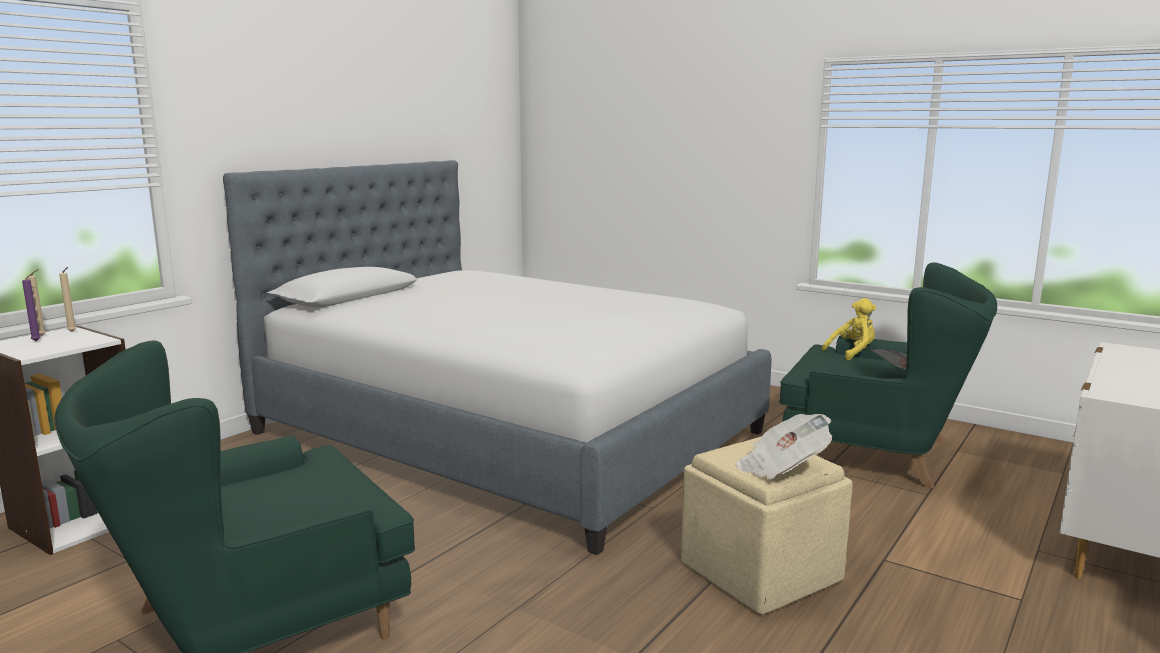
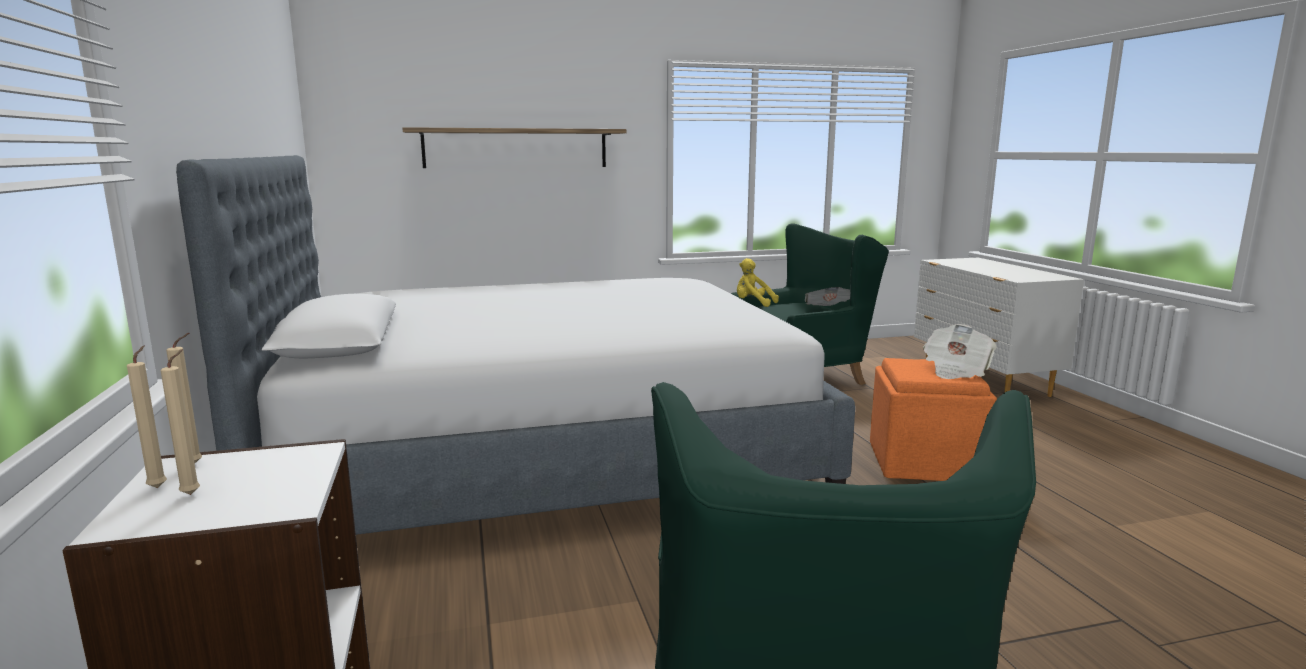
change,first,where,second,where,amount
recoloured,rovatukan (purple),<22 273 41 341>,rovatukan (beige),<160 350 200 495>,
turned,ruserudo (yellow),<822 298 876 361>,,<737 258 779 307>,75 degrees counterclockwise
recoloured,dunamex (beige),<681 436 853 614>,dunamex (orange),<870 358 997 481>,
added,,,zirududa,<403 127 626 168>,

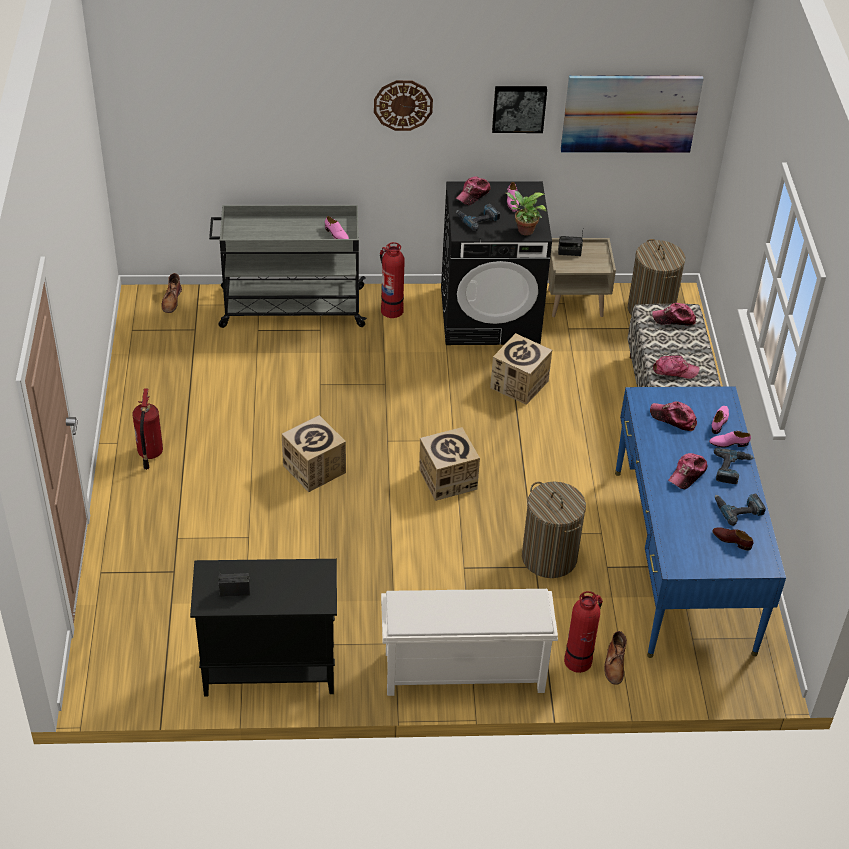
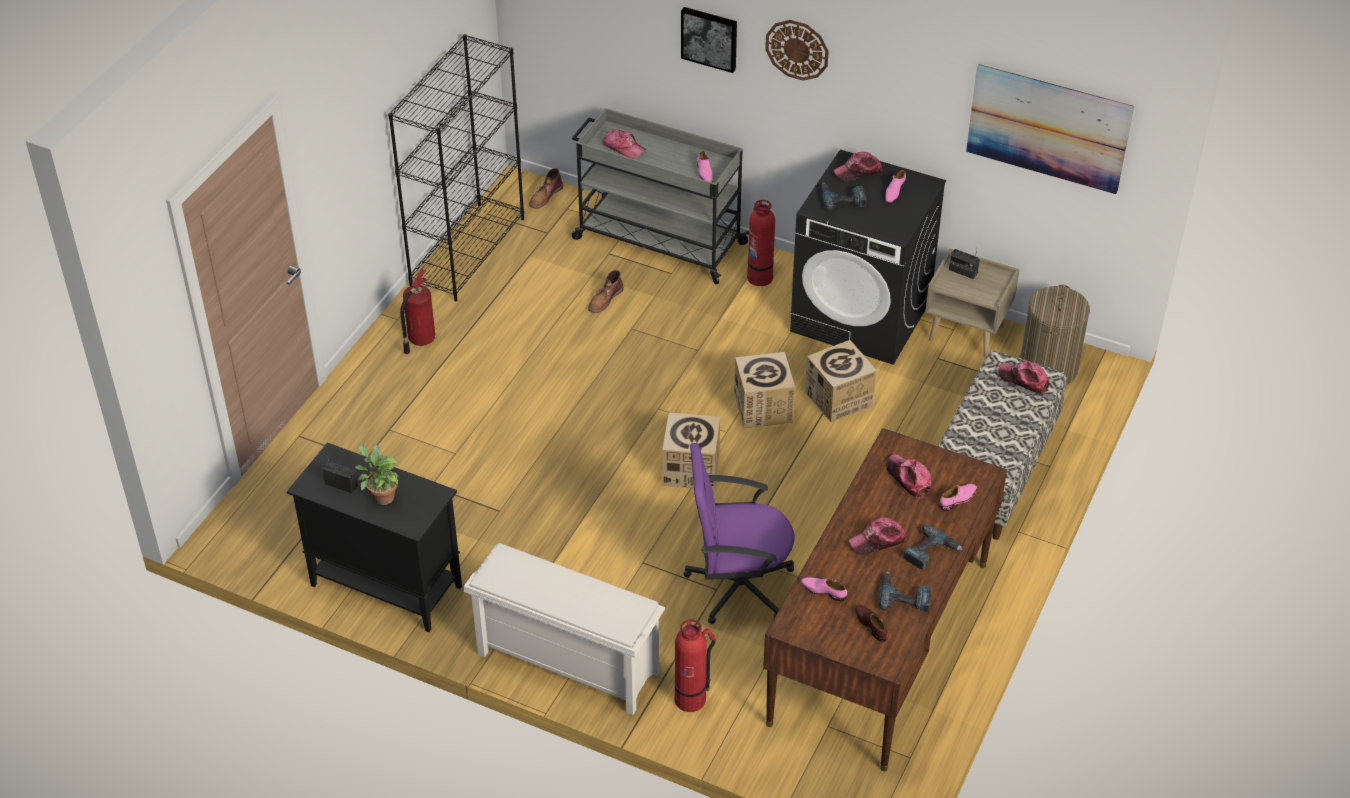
change,first,where,second,where,amount
moved,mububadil,<492 86 547 133>,,<681 7 737 73>,
moved,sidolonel,<506 191 547 236>,,<355 444 400 505>,
moved,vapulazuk,<653 355 699 379>,,<602 129 646 159>,
recoloured,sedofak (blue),<615 386 786 658>,sedofak (brown),<763 428 1007 771>,
moved,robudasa,<282 415 346 492>,,<734 352 795 428>,
moved,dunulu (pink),<709 431 751 448>,,<801 577 847 602>,
replaced,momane,<522 482 586 578>,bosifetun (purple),<683 443 794 624>,
moved,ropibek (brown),<604 631 627 685>,,<588 270 624 313>,
added,,,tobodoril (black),<388 34 524 301>,

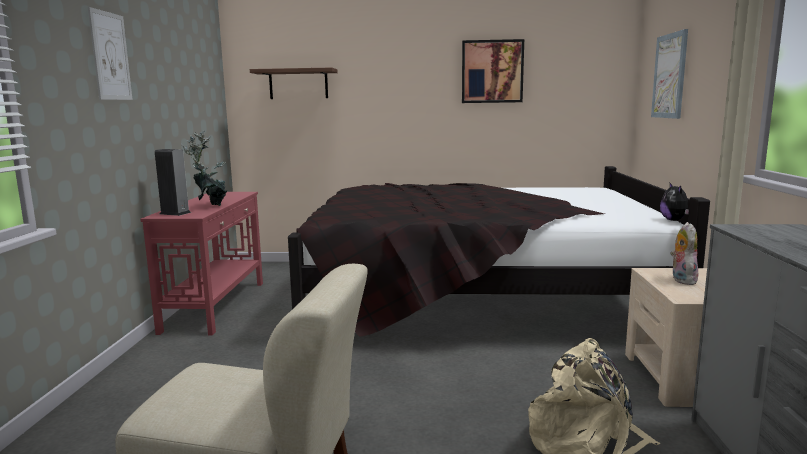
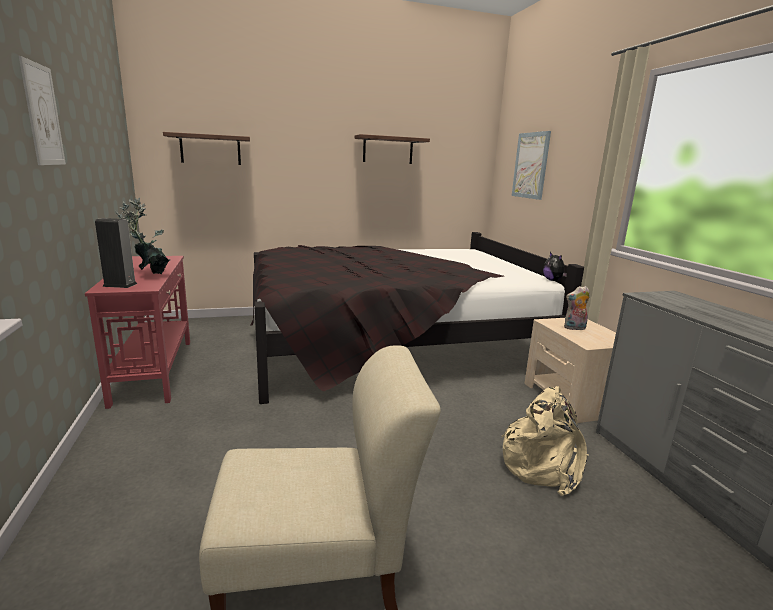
change,first,where,second,where,amount
replaced,mububadil,<462 39 524 103>,zirududa,<355 134 430 164>,
turned,ruserudo,<670 222 698 285>,,<564 286 590 330>,90 degrees counterclockwise

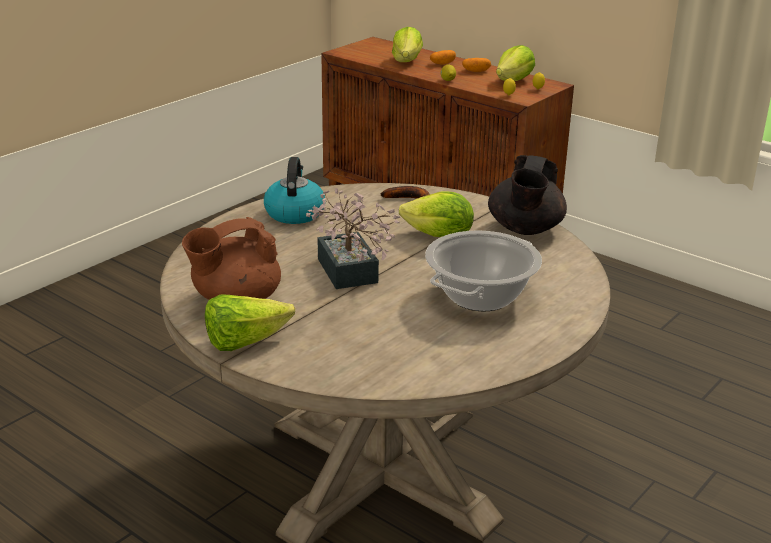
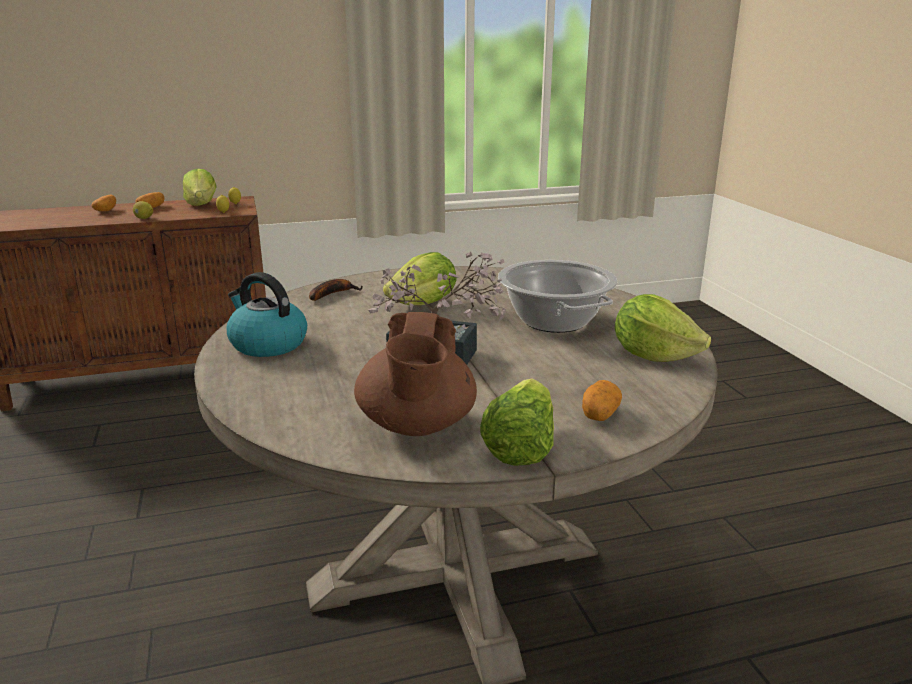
change,first,where,second,where,amount
moved,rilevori,<392 27 423 62>,,<615 294 711 362>,
removed,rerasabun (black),<488 155 567 235>,,,
added,,,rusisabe,<582 380 622 421>,

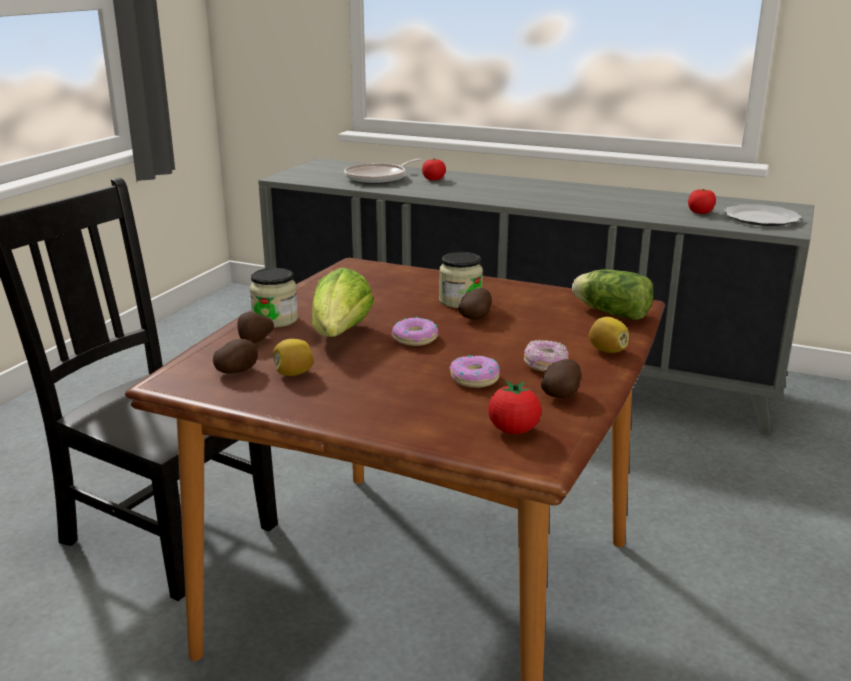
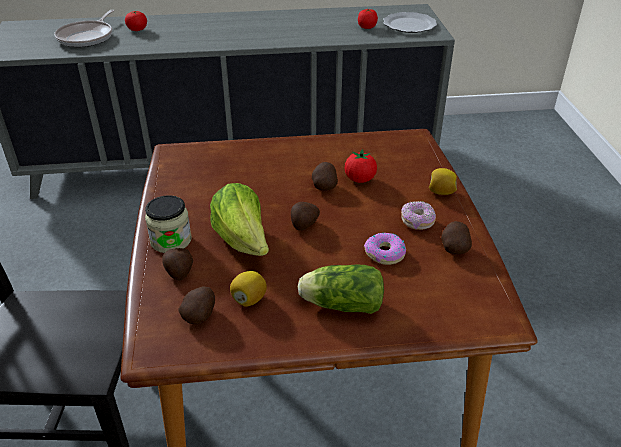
change,first,where,second,where,amount
removed,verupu,<439 252 483 308>,,,
moved,rilevori,<572 270 654 320>,,<298 265 384 314>,
replaced,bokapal,<392 317 438 346>,rusisabe,<291 202 320 231>,
moved,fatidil,<488 380 542 434>,,<345 149 377 183>,

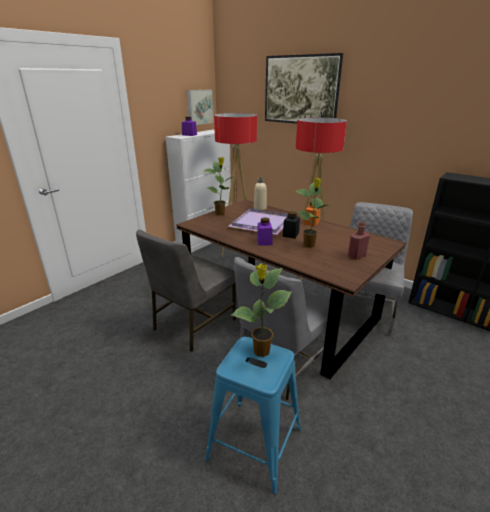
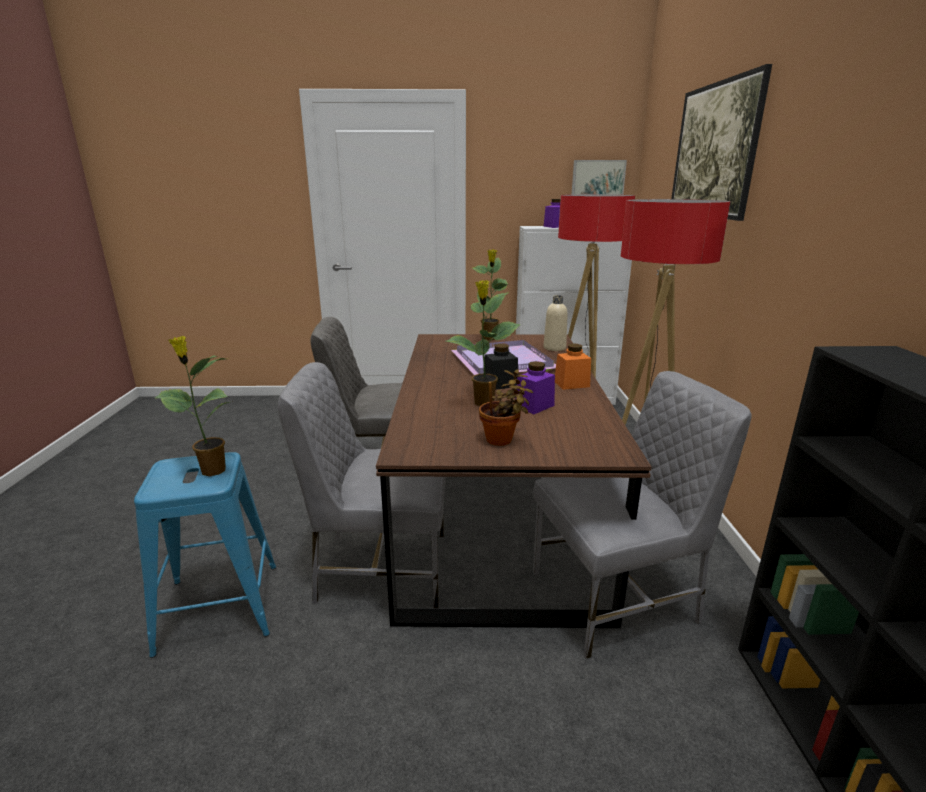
change,first,where,second,where,amount
moved,verupu (purple),<257 217 272 246>,,<515 361 555 414>,
replaced,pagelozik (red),<348 222 370 260>,sidolonel,<479 370 533 446>,

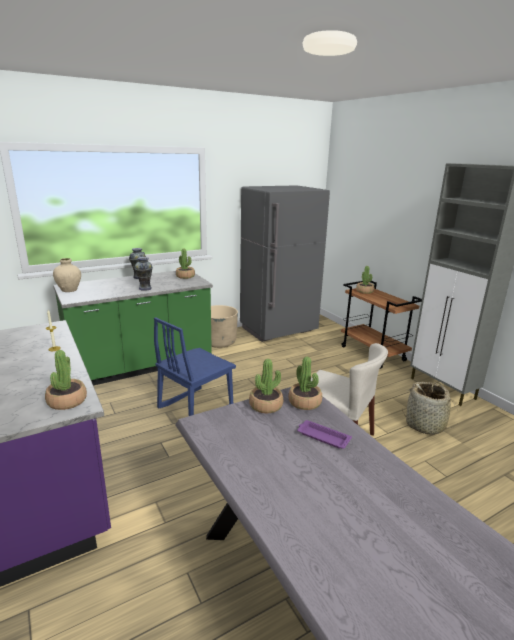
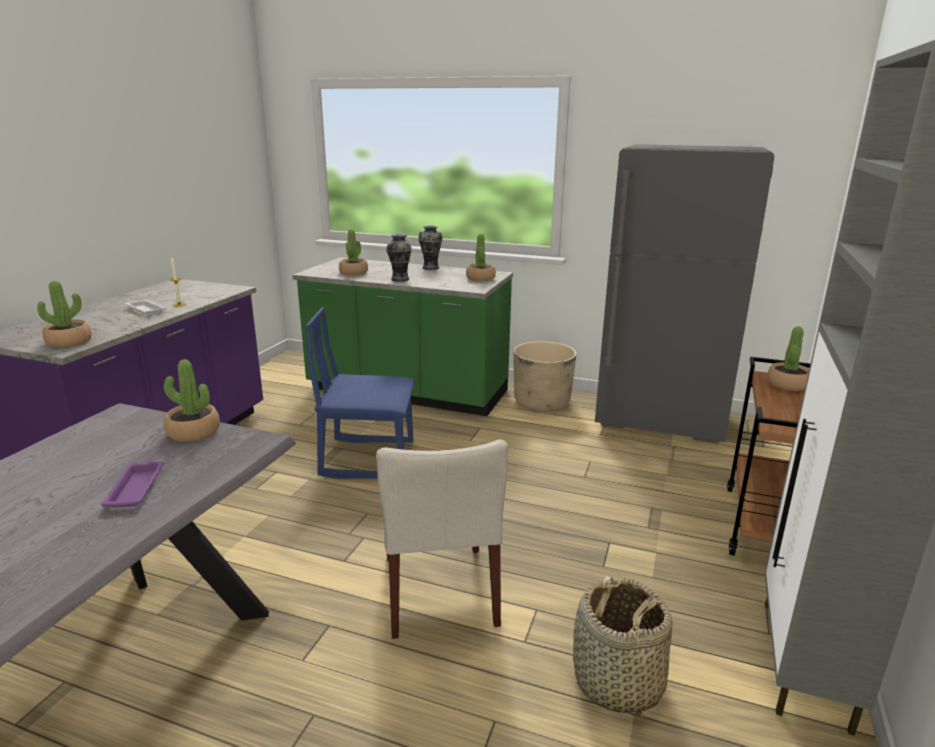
change,first,where,second,where,amount
removed,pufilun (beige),<53 258 81 292>,,,
moved,sidolonel,<288 357 322 410>,,<339 229 368 276>,
added,,,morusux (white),<125 300 166 315>,

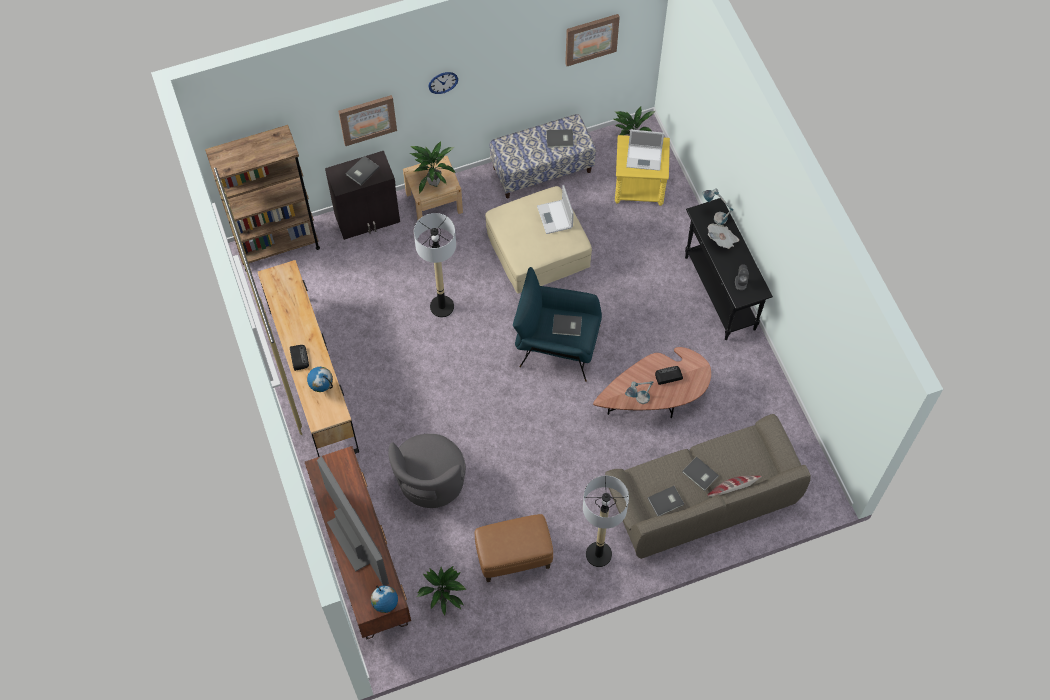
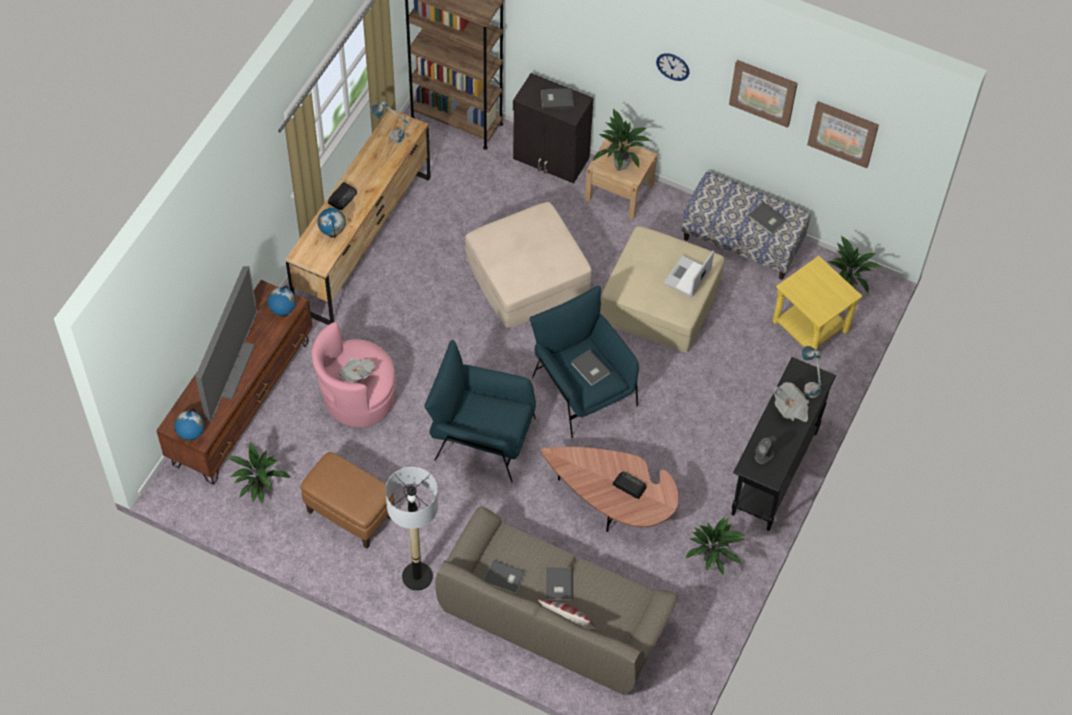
change,first,where,second,where,amount
moved,mububadil,<338 95 397 146>,,<729 60 798 128>,
removed,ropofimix,<626 129 664 171>,,,
replaced,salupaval,<414 213 456 317>,dunamex (beige),<465 202 592 328>,
moved,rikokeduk,<625 381 653 404>,,<370 101 408 143>,
recoloured,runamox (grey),<388 434 466 508>,runamox (pink),<311 322 396 427>,
added,,,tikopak,<267 286 296 317>,
added,,,runamox (blue),<424 340 536 483>,
added,,,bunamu,<337 358 375 382>,
added,,,sidolonel,<685 516 745 576>,

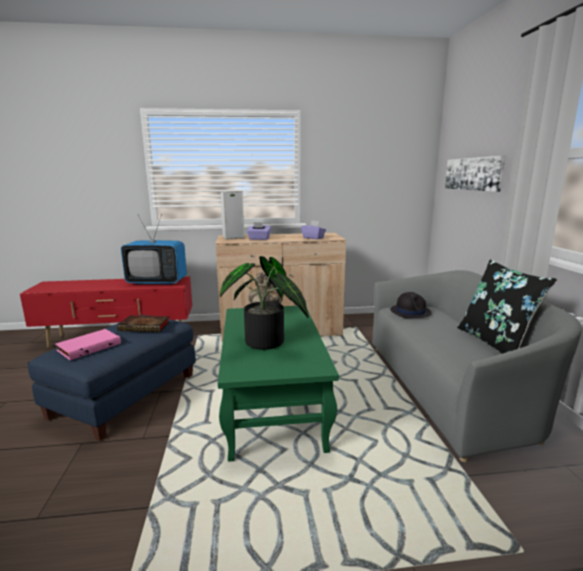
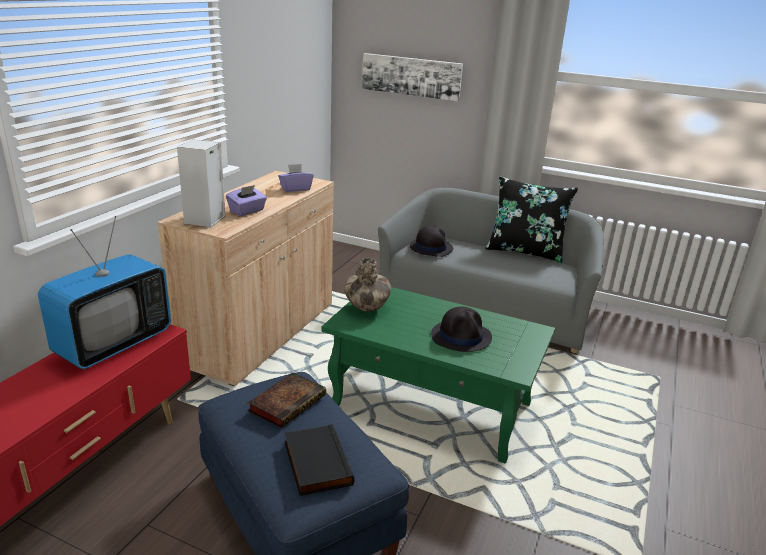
change,first,where,second,where,amount
replaced,sidolonel,<220 256 309 350>,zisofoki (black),<431 307 492 352>,
recoloured,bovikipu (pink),<55 329 121 360>,bovikipu (black),<284 424 354 496>,

